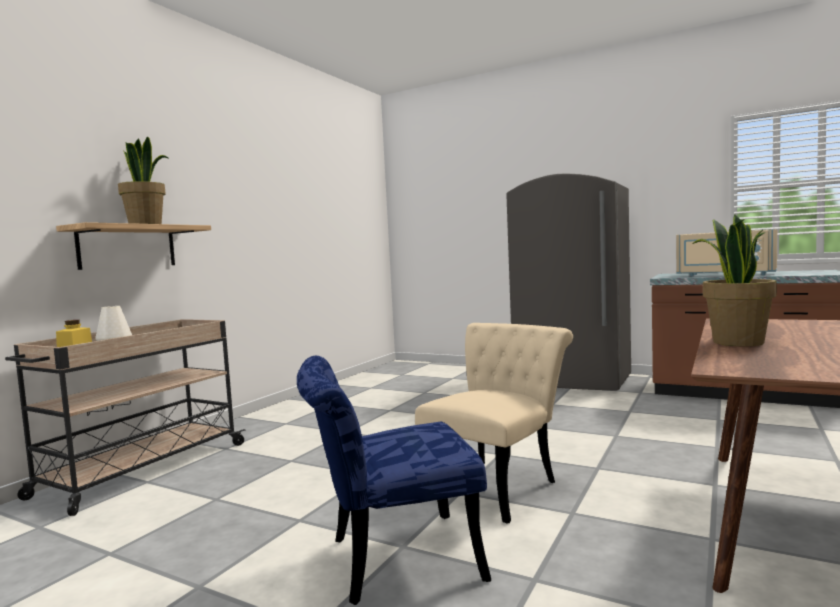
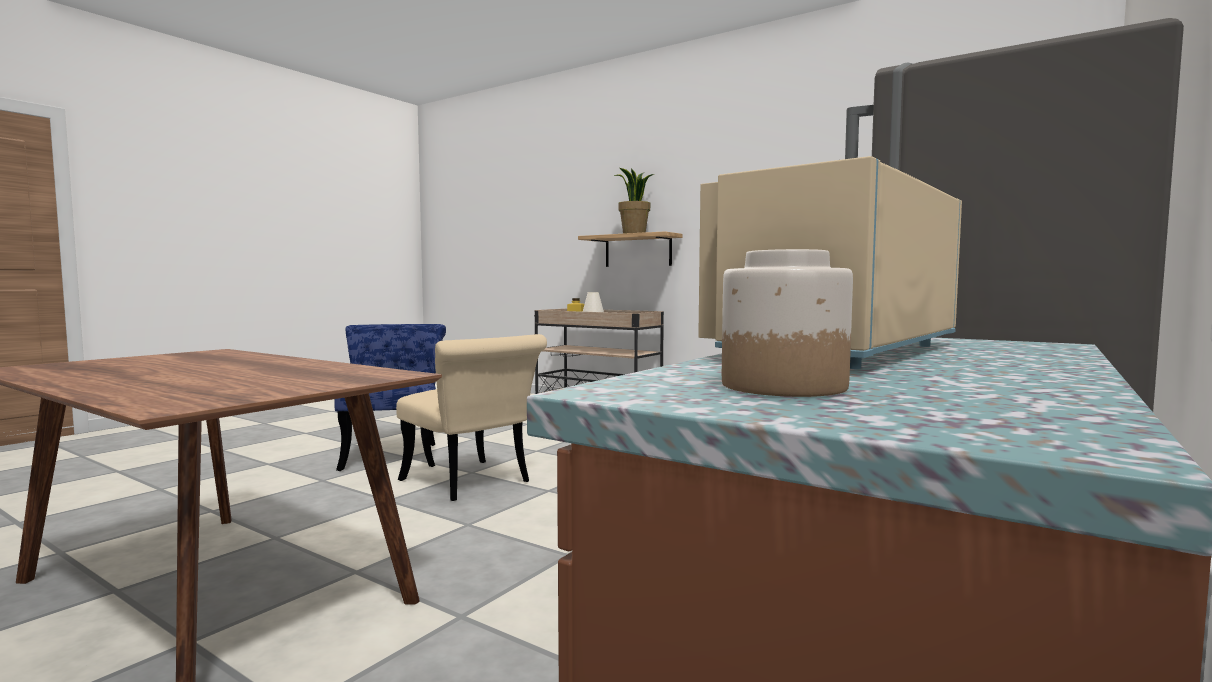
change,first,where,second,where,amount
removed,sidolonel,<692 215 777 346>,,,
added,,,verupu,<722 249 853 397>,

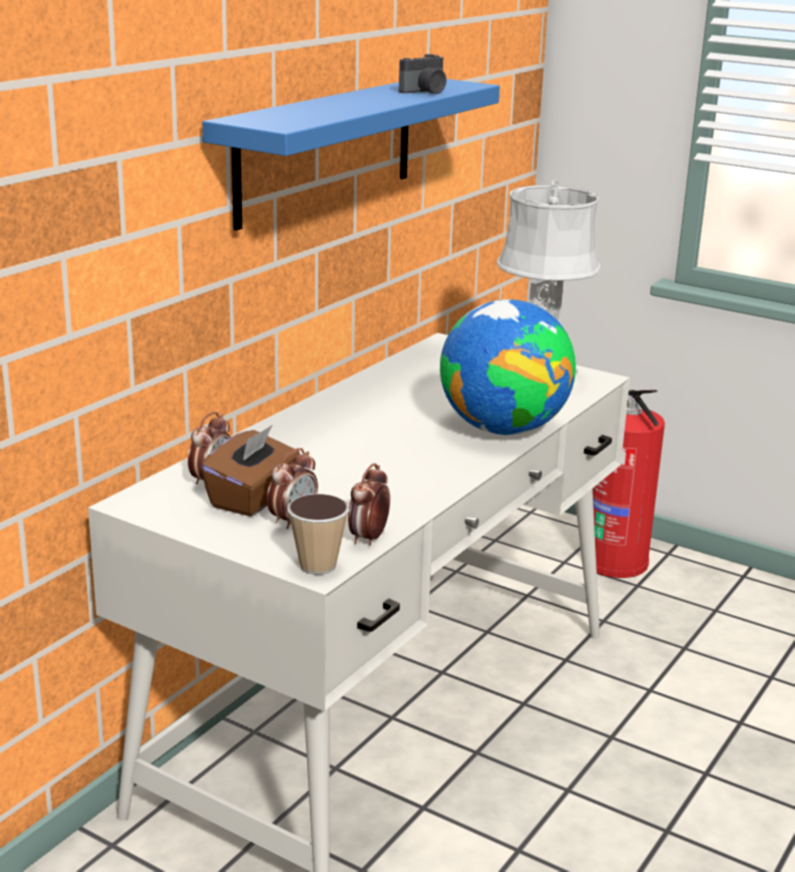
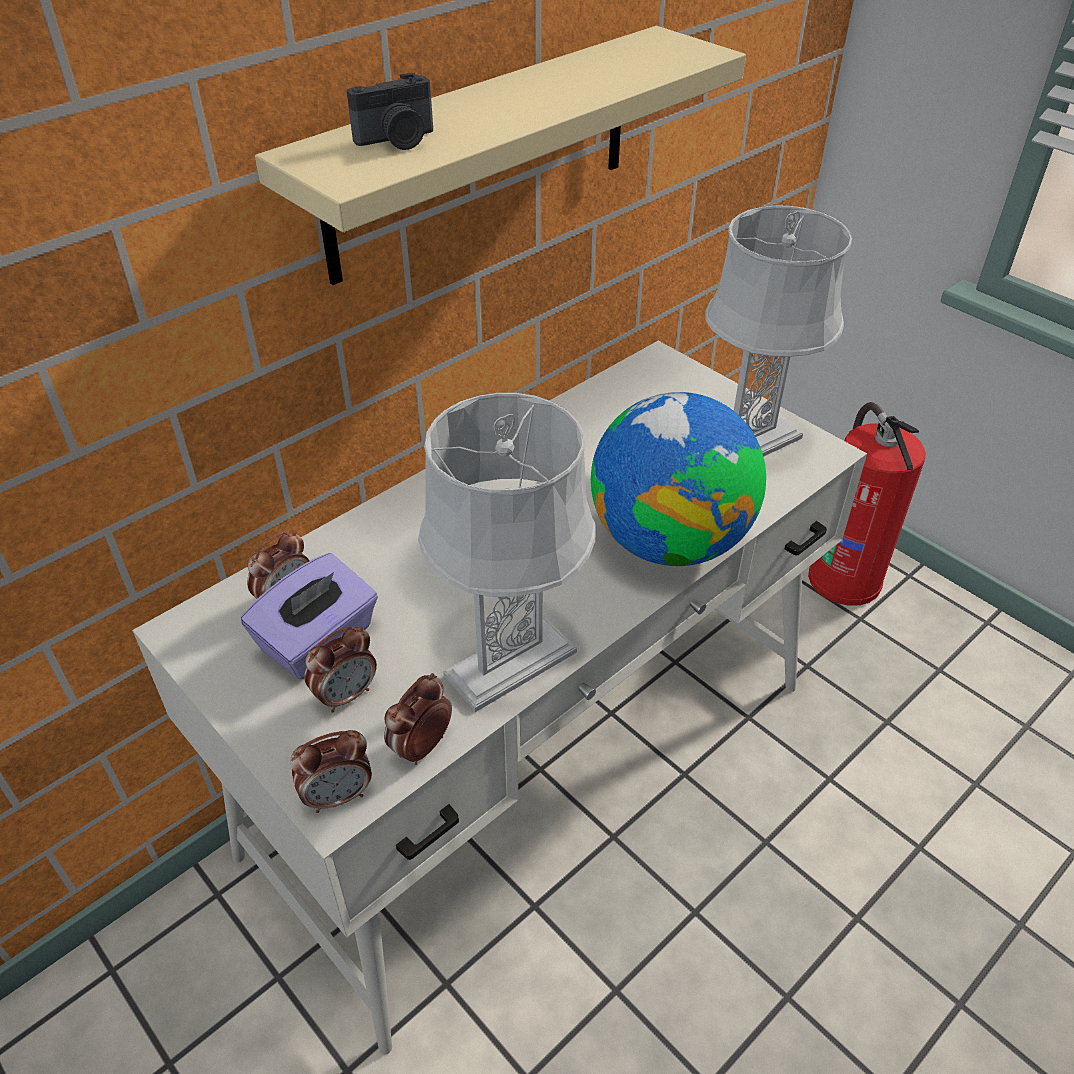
change,first,where,second,where,amount
moved,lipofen,<399 54 446 94>,,<347 72 433 150>,
recoloured,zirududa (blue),<202 79 500 231>,zirududa (beige),<255 26 746 285>,
recoloured,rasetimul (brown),<201 425 300 517>,rasetimul (purple),<241 553 378 679>,
replaced,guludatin,<288 494 349 575>,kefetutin,<290 730 372 813>,
added,,,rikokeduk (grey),<418 392 596 712>,

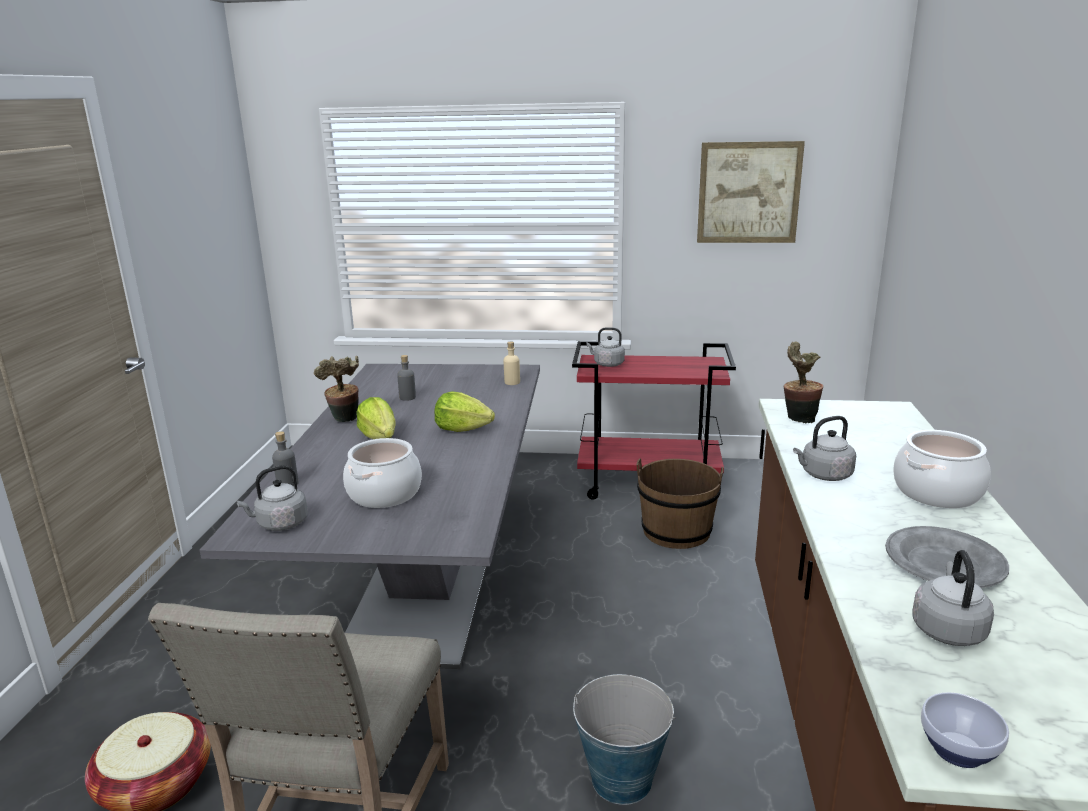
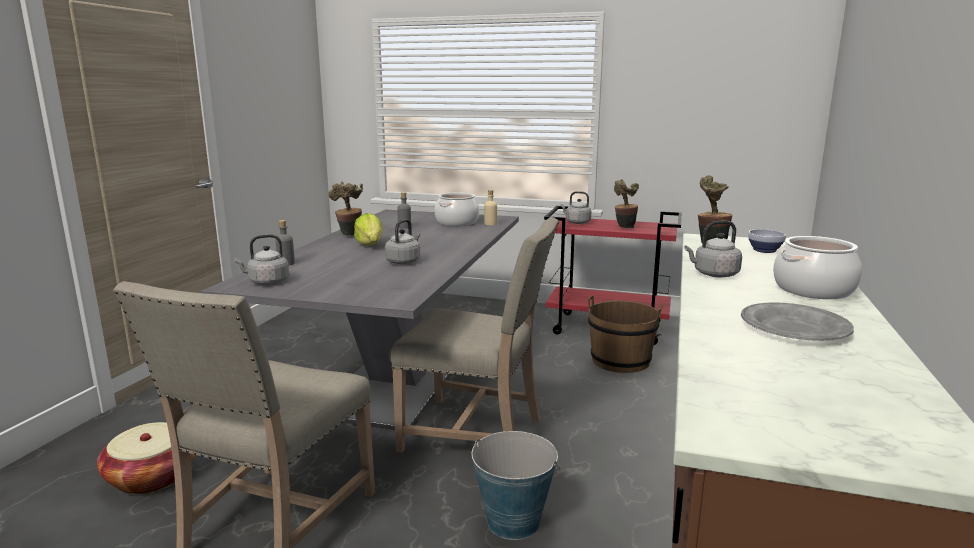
change,first,where,second,where,amount
removed,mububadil,<697 141 805 243>,,,
removed,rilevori,<434 392 495 432>,,,
moved,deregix,<343 438 422 508>,,<435 192 479 226>,
moved,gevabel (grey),<912 550 994 646>,,<385 219 420 264>,
moved,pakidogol,<921 692 1009 768>,,<748 229 786 253>,
added,,,sidolonel,<614 179 639 228>,
added,,,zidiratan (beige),<390 217 559 453>,

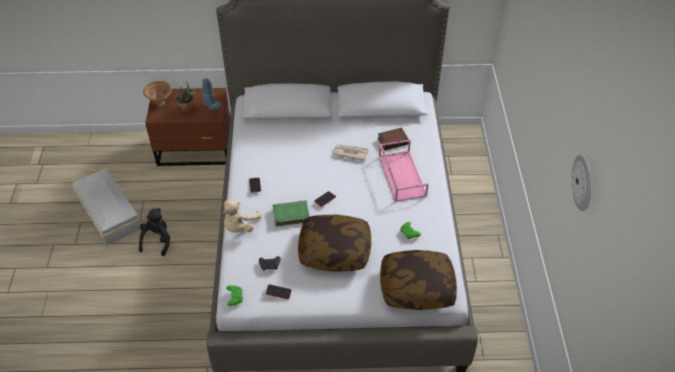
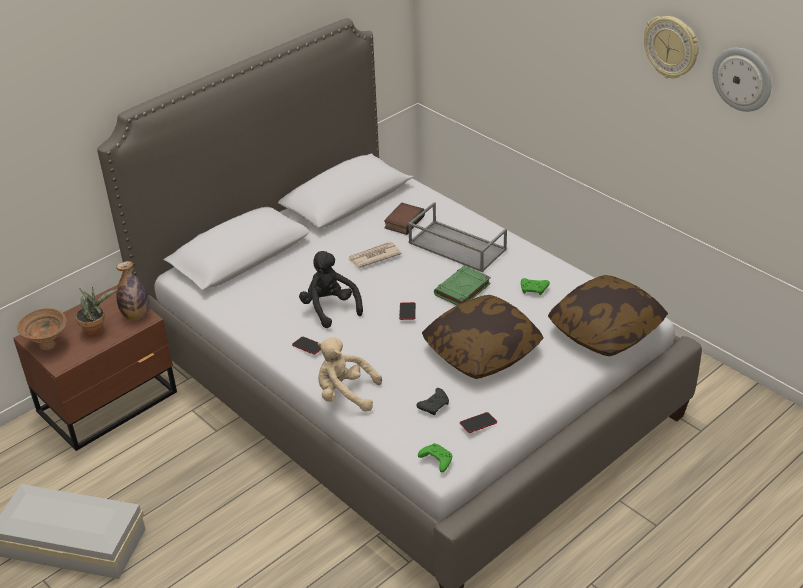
change,first,where,second,where,amount
replaced,rikokeduk,<202 78 221 110>,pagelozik,<116 261 149 320>,
recoloured,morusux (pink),<379 140 429 202>,morusux (grey),<408 202 507 272>,
turned,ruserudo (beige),<223 200 262 233>,,<318 338 382 412>,120 degrees clockwise
moved,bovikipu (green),<272 200 310 227>,,<434 265 491 305>,
moved,ruserudo (black),<139 208 170 256>,,<299 251 363 328>,
added,,,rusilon,<644 16 699 78>,

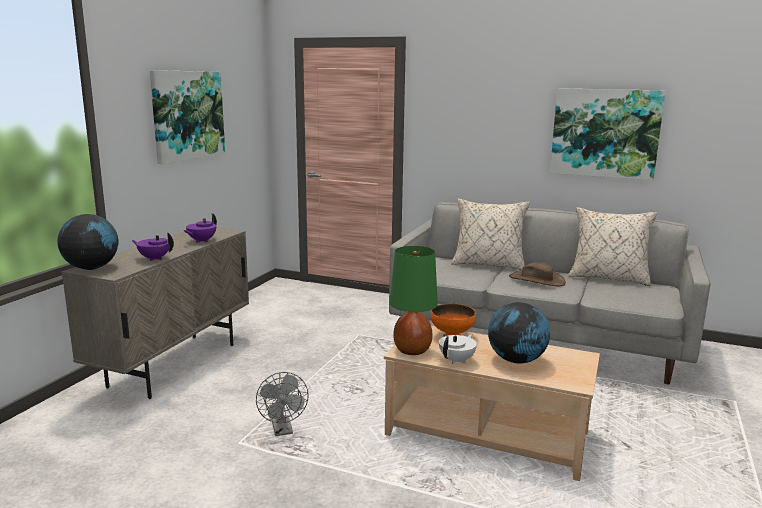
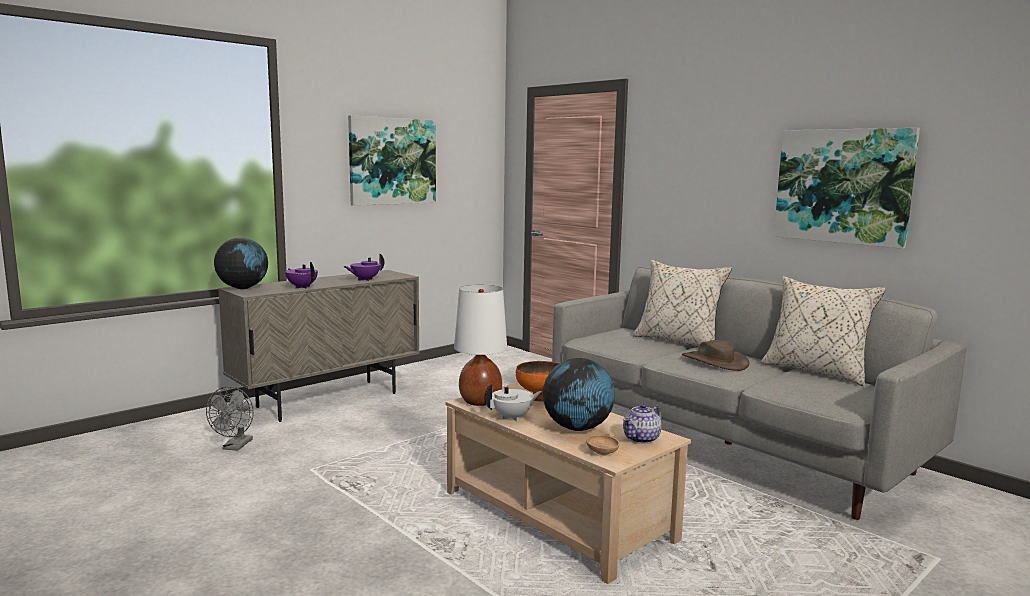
change,first,where,second,where,amount
recoloured,rikokeduk (green),<390 246 438 355>,rikokeduk (white),<454 285 507 406>,
moved,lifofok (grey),<256 372 309 436>,,<206 386 254 451>,
added,,,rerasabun,<623 404 662 444>,
added,,,pakidogol (brown),<586 435 620 455>,

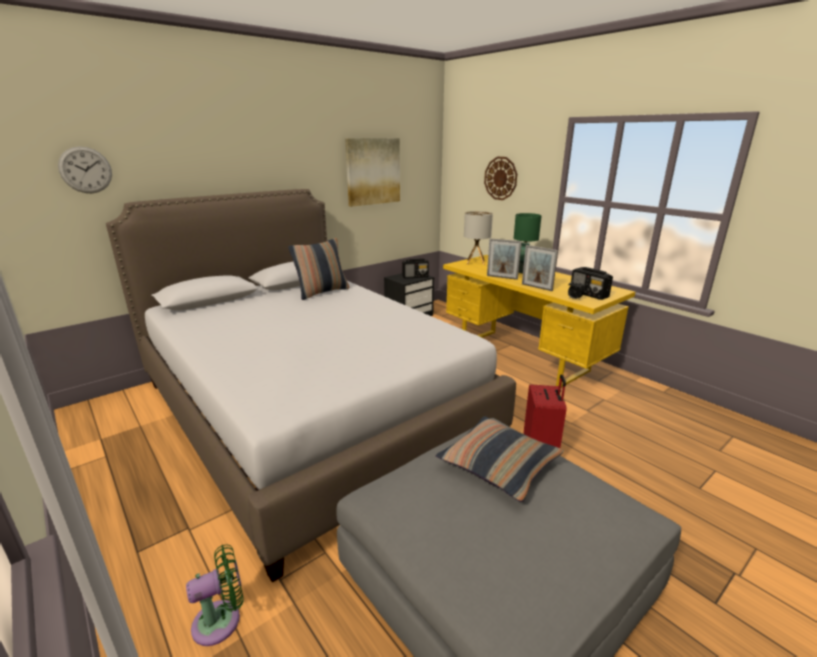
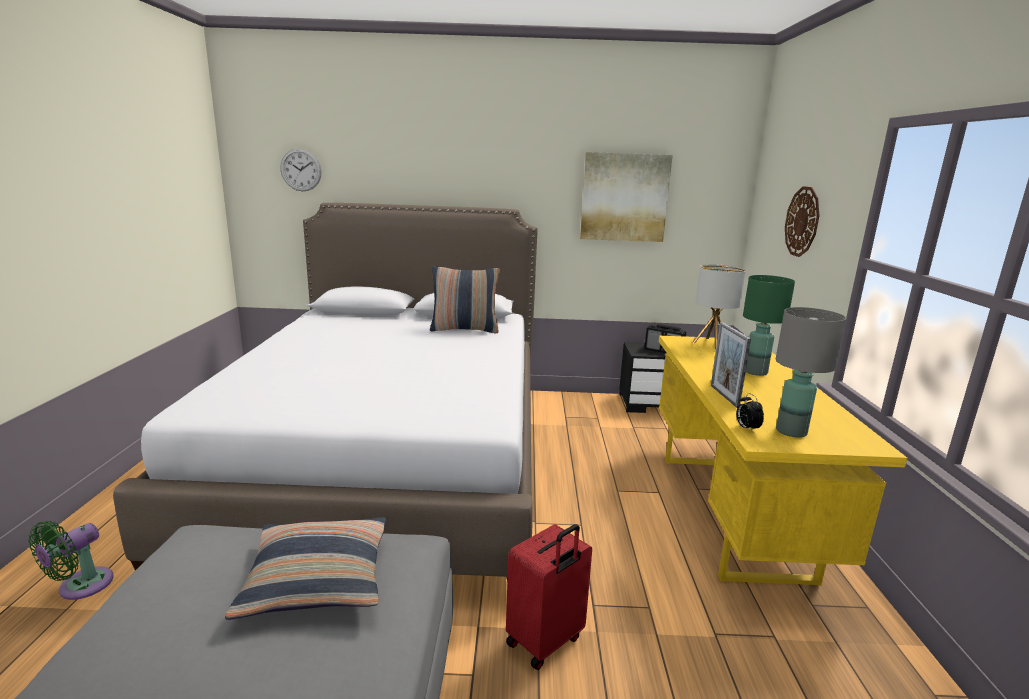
change,first,where,second,where,amount
removed,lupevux,<487 238 522 280>,,,
replaced,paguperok,<570 267 613 300>,rikokeduk (grey),<776 307 846 438>,
turned,lifofok (green),<186 544 243 646>,,<29 521 114 600>,105 degrees clockwise

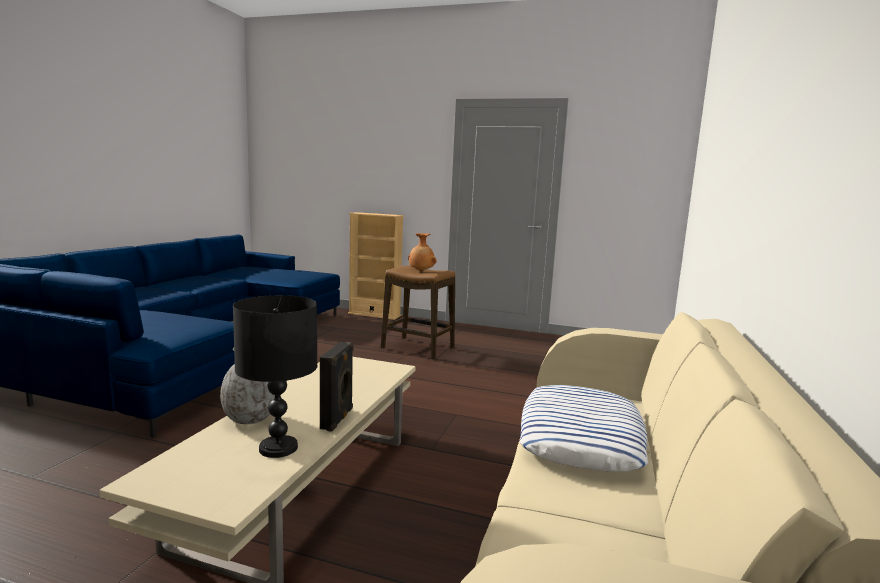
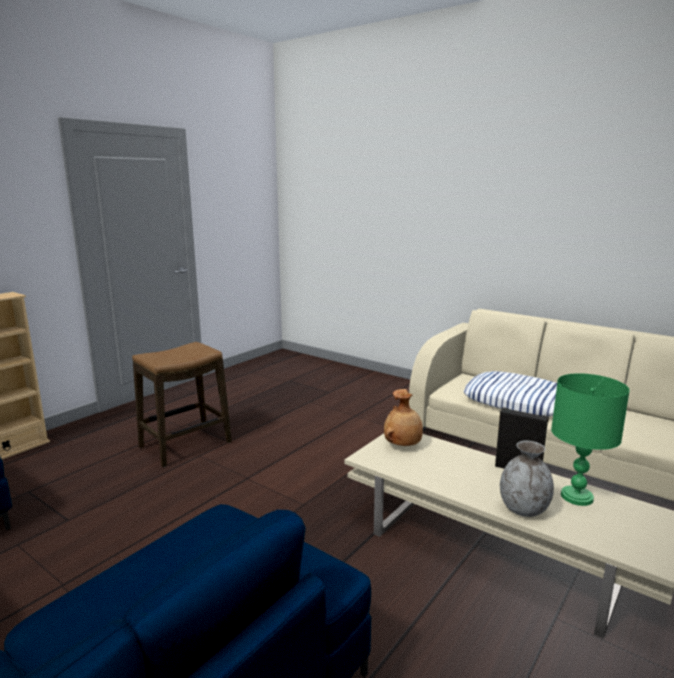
change,first,where,second,where,amount
moved,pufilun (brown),<408 233 437 271>,,<384 389 423 446>,
recoloured,rikokeduk (black),<233 295 318 458>,rikokeduk (green),<551 373 630 506>,

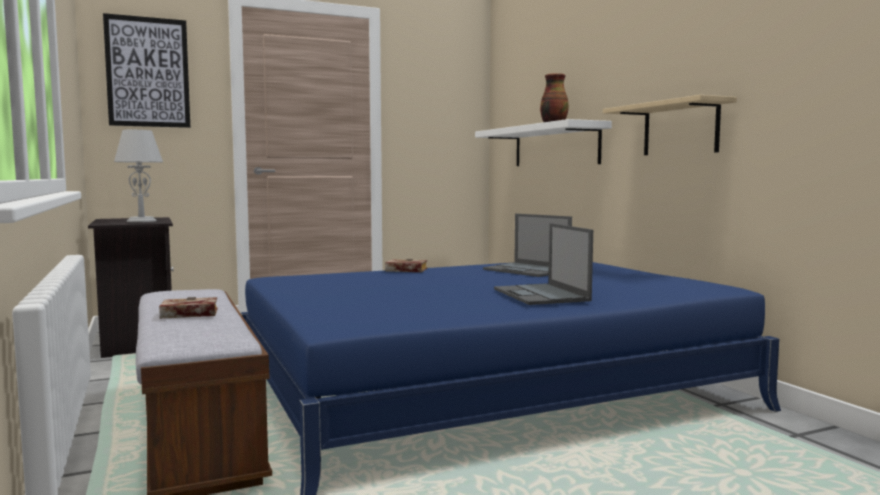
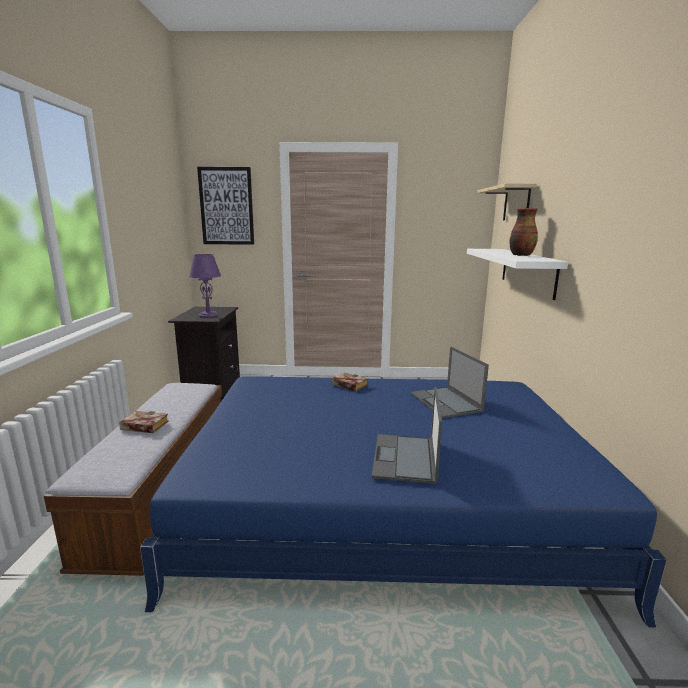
change,first,where,second,where,amount
moved,zirududa (beige),<603 95 737 155>,,<477 184 537 221>,
recoloured,rikokeduk (grey),<114 130 163 222>,rikokeduk (purple),<189 254 221 317>,

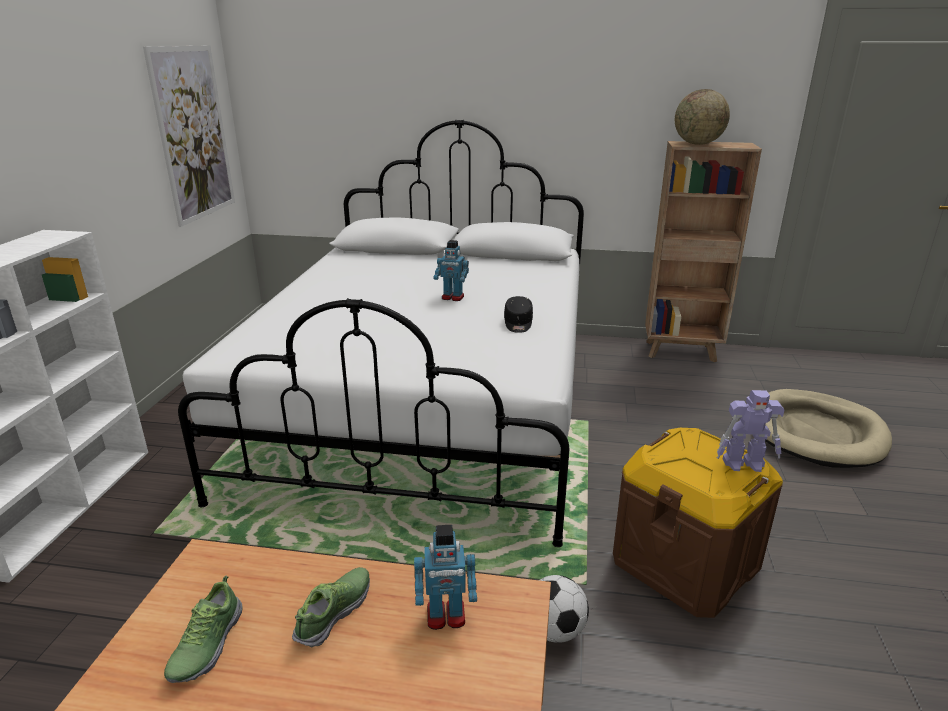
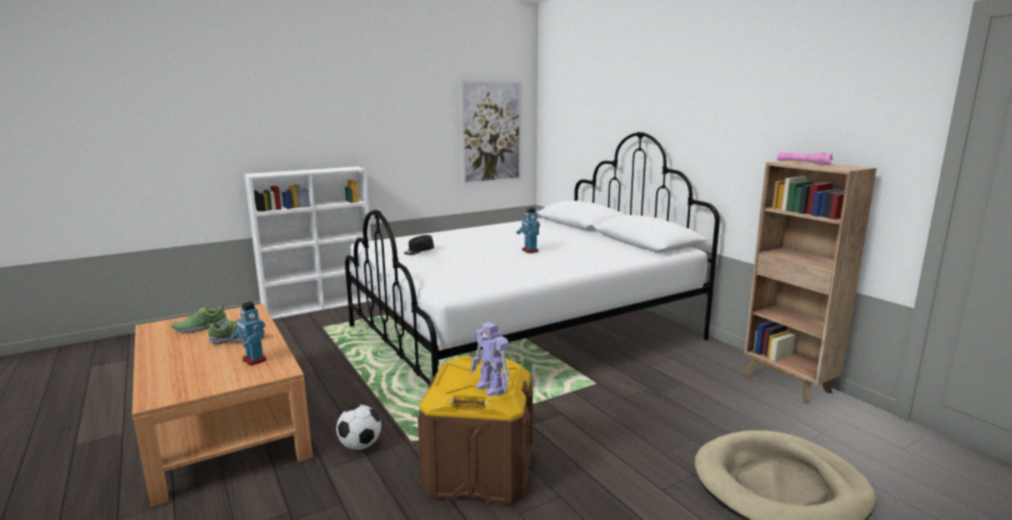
change,first,where,second,where,amount
replaced,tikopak,<675 89 730 145>,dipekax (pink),<777 152 833 165>,
moved,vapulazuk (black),<504 296 533 333>,,<404 235 434 255>,

